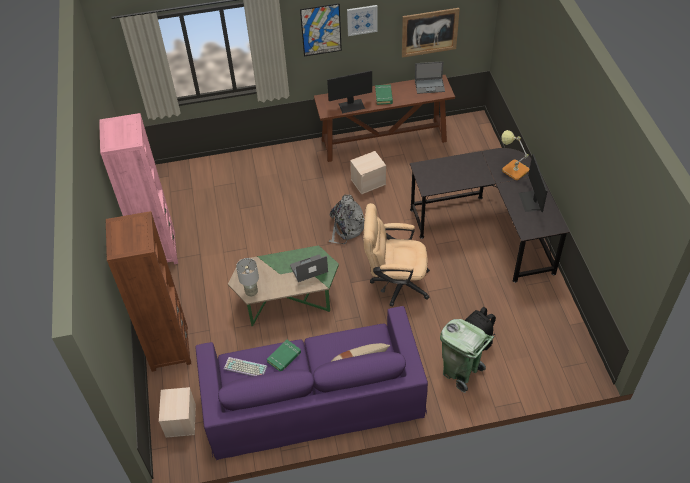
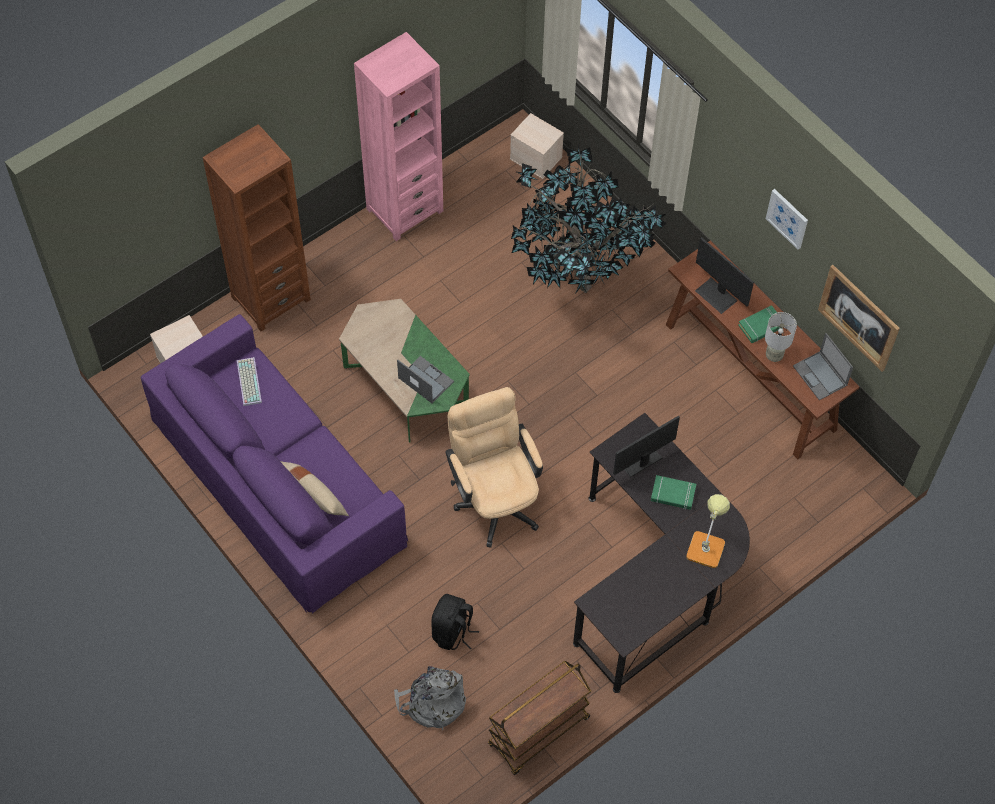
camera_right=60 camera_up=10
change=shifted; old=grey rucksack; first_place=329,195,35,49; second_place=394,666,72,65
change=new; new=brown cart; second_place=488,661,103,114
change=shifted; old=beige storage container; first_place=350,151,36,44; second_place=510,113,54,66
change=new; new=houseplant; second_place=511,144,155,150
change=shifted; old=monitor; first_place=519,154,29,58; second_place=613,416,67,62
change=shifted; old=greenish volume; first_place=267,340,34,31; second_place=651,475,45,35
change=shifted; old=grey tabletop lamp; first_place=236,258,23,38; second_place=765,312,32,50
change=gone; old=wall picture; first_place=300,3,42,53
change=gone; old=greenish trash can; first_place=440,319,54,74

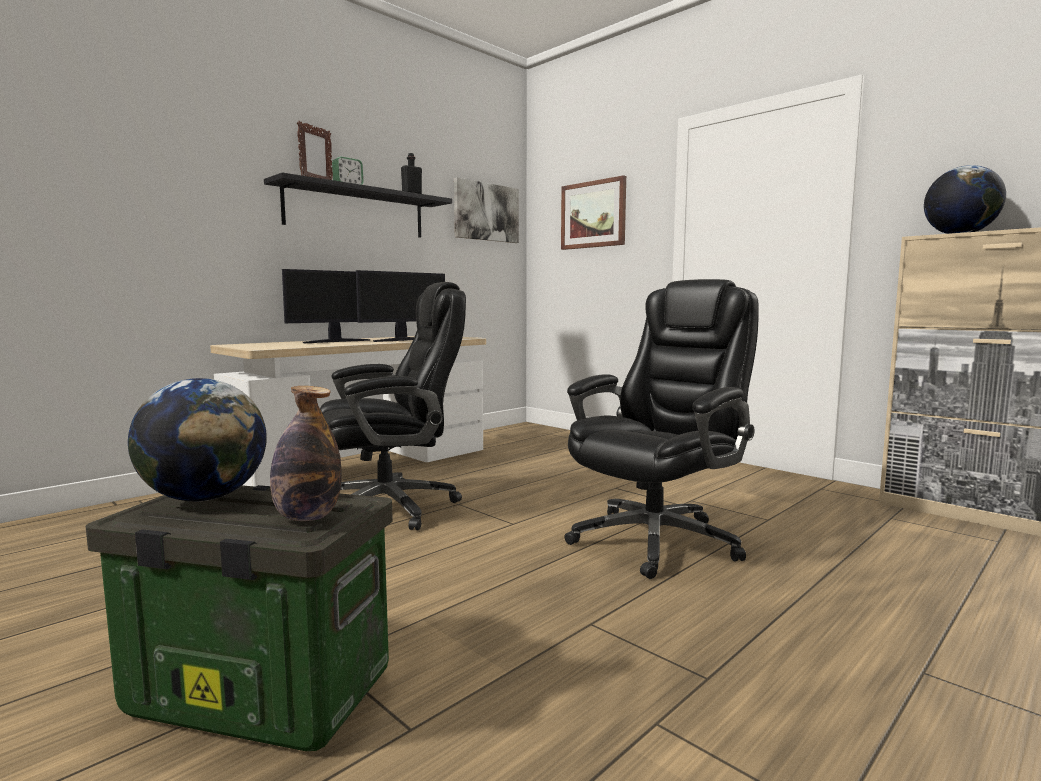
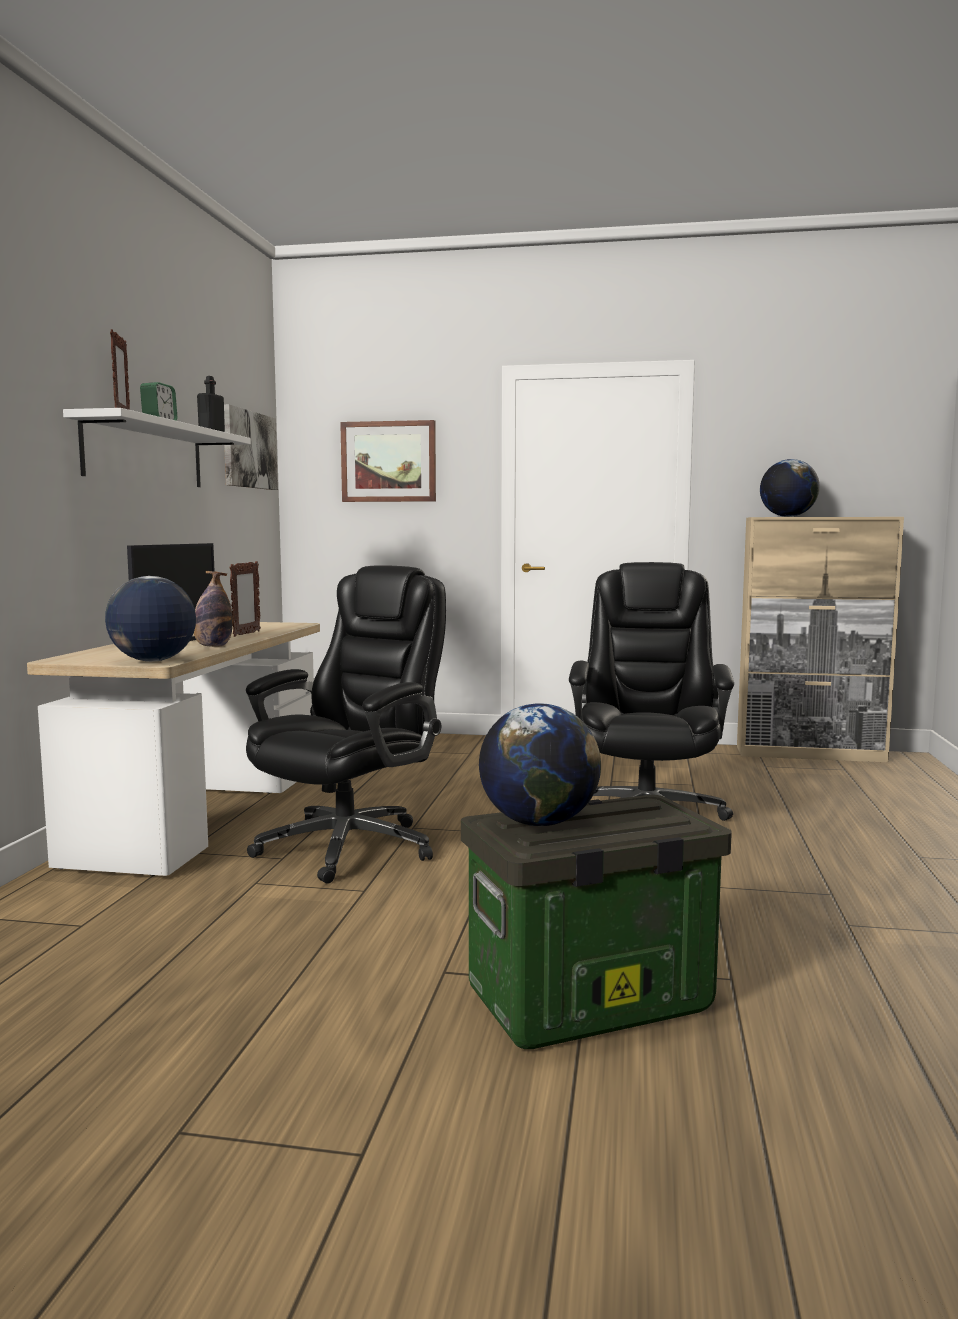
camera_right=-35 camera_up=0
change=repainted; old=black wall shelf; new=white-coloured wall shelf; first_place=264,172,188,66; second_place=63,408,188,79
change=new; new=desk globe; second_place=105,576,91,86
change=shifted; old=bottle; first_place=270,386,72,135; second_place=194,571,39,76
change=swapped; old=monitor; new=standing frame; first_place=356,270,89,72; second_place=229,561,32,76

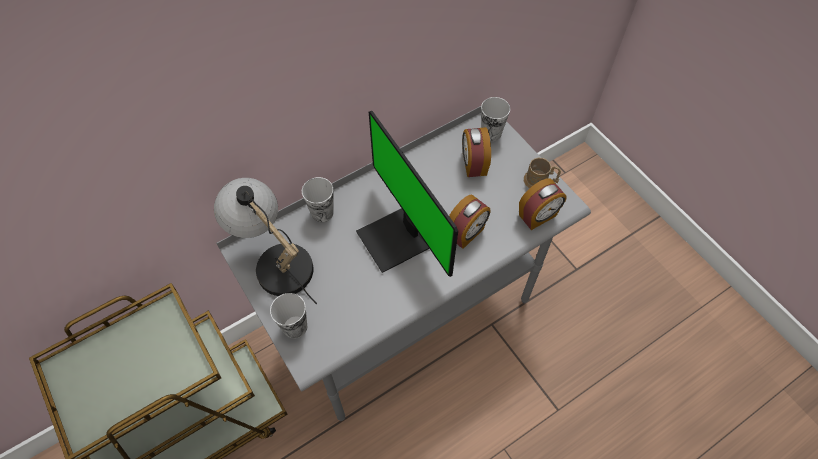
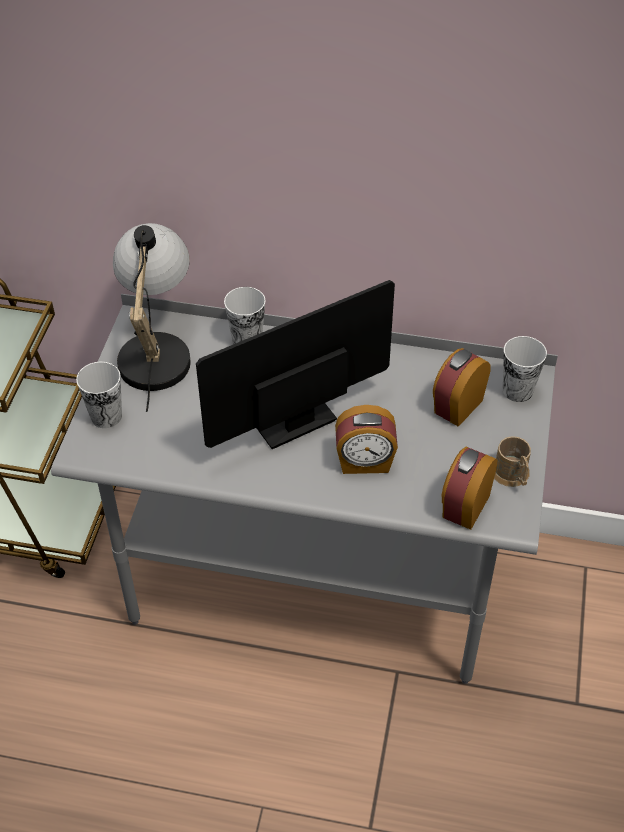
camera_right=45 camera_up=-10
change=rotated; old=monitor; first_place=356,111,102,166; second_place=196,280,199,169; degrees=45
change=rotated; old=table clock; first_place=519,178,48,52; second_place=442,447,55,83; degrees=105

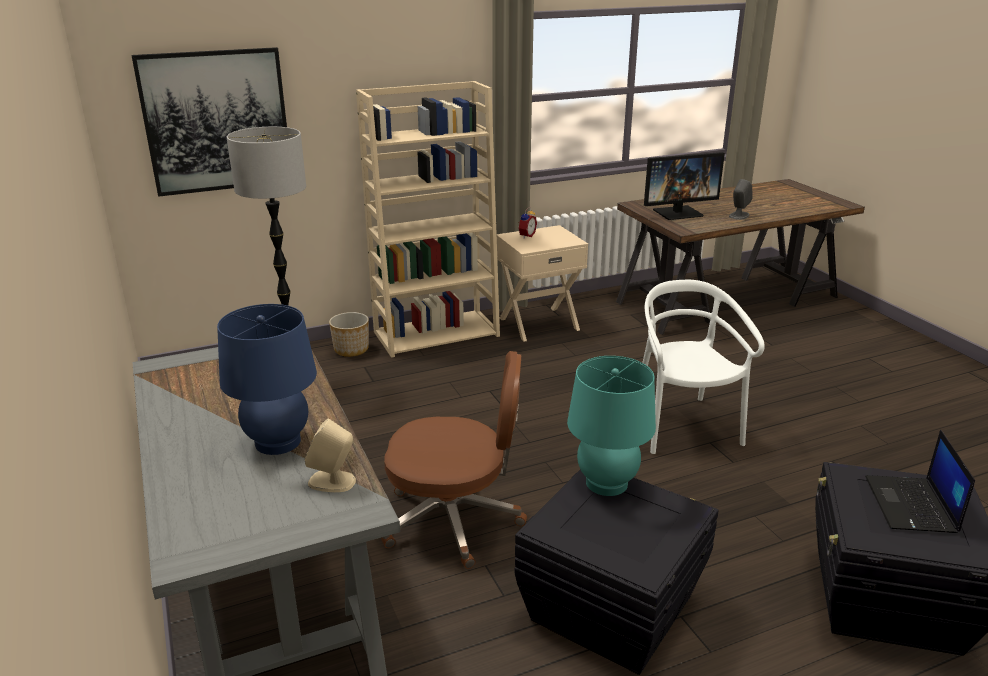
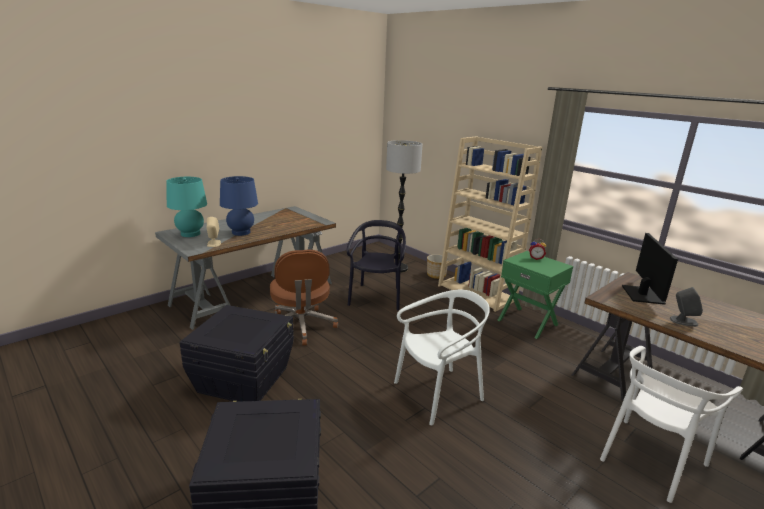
camera_right=70 camera_up=-5
change=shifted; old=turquoise-coloured tabletop lamp; first_place=567,356,89,140; second_place=166,177,41,60
change=new; new=black upright chair; second_place=347,220,59,90
change=repainted; old=beige nightstand; new=greenish nightstand; first_place=497,225,91,117; second_place=497,251,76,88
change=new; new=white-coloured upright chair; second_place=600,346,143,157
change=rotated; old=monitor; first_place=644,152,81,68; second_place=622,233,56,72; degrees=-135
change=gone; old=wall picture; first_place=131,47,156,150
change=gone; old=notebook computer; first_place=865,430,110,103

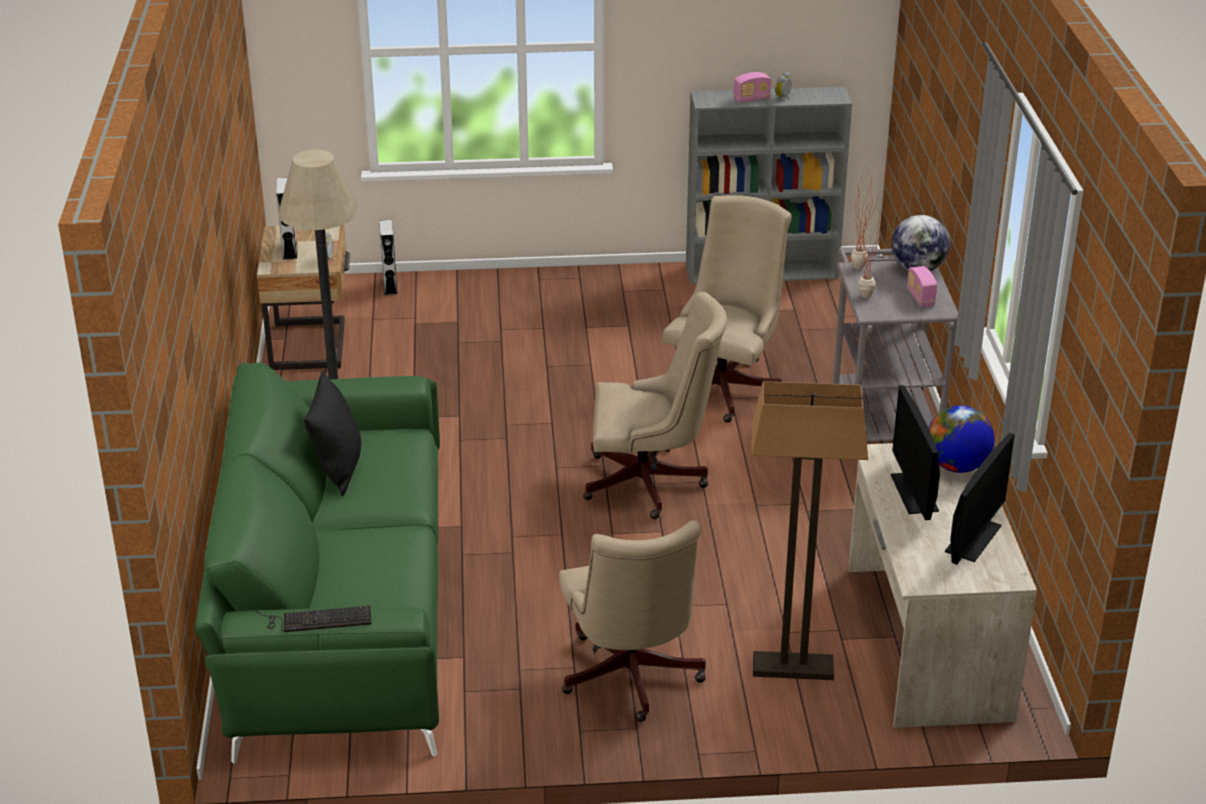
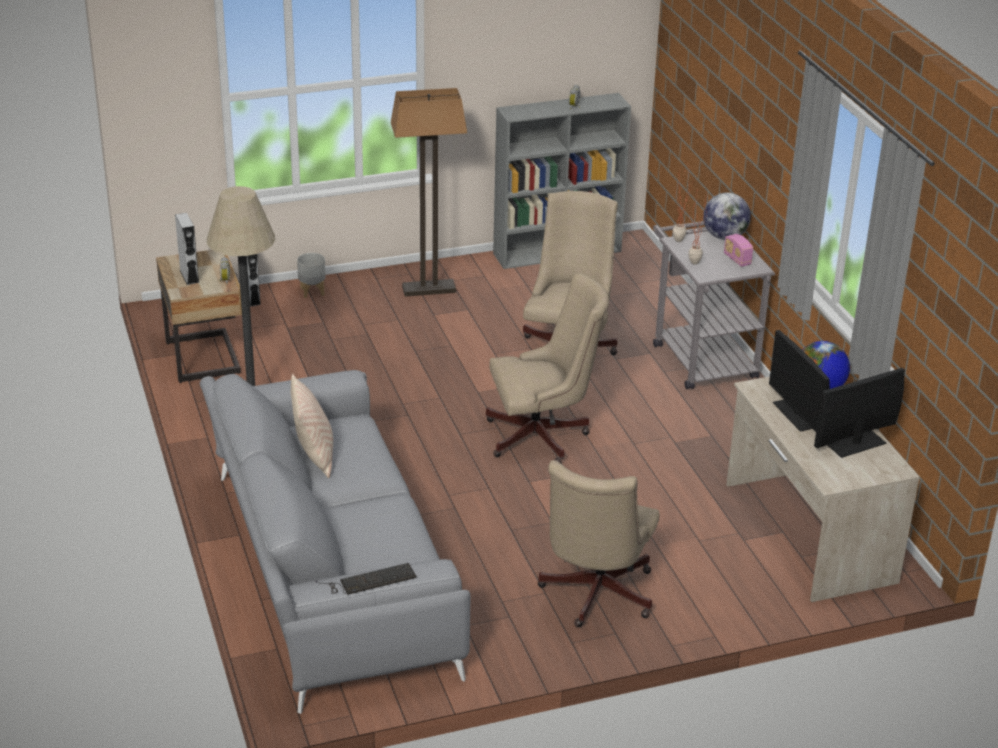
camera_right=-15 camera_up=0
change=repainted; old=greenish sofa; new=grey sofa; first_place=194,363,246,401; second_place=200,370,270,344
change=repainted; old=black pillow; new=beige pillow; first_place=304,370,57,126; second_place=291,374,42,104
change=new; new=grey flower pot; second_place=297,253,29,45
change=shifted; old=standard lamp; first_place=752,381,116,299; second_place=391,88,76,209
change=rotated; old=beige computer chair; first_place=559,520,147,202; second_place=537,460,122,167; degrees=45
change=rotated; old=monitor; first_place=945,433,70,132; second_place=814,368,91,90; degrees=-135
change=gone; old=radio receiver; first_place=733,72,38,31

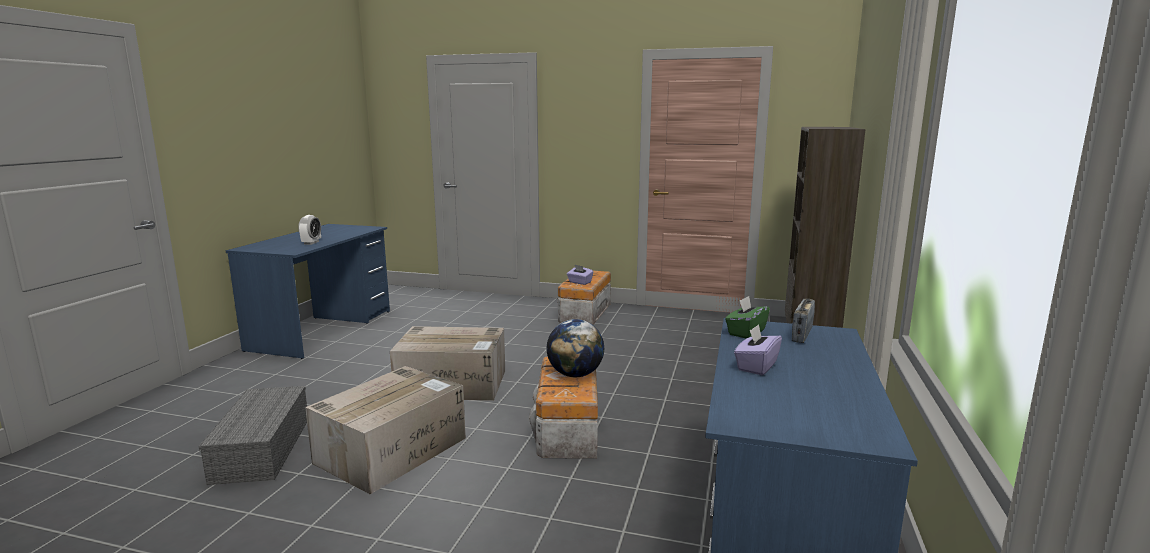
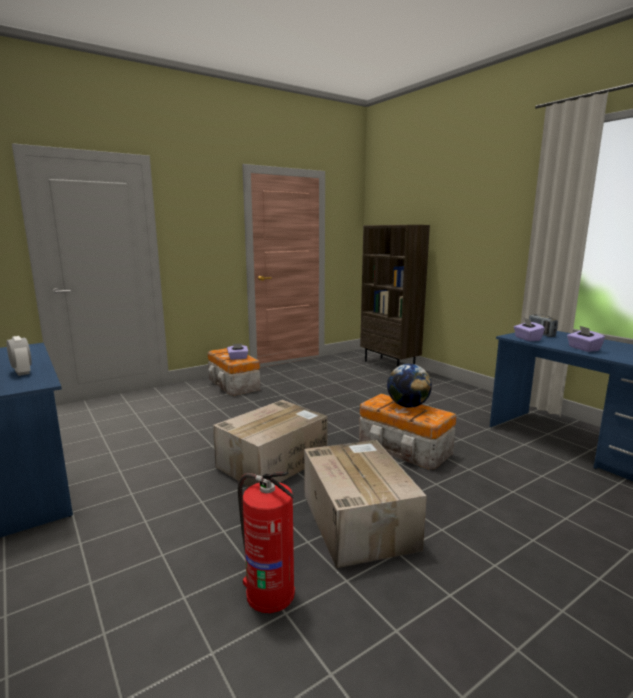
camera_right=-50 camera_up=0
change=swapped; old=grey storage container; new=fire extinguisher; first_place=198,386,109,99; second_place=238,472,57,141
change=repainted; old=greenish box of tissues; new=purple-coloured box of tissues; first_place=725,296,45,43; second_place=514,318,31,23

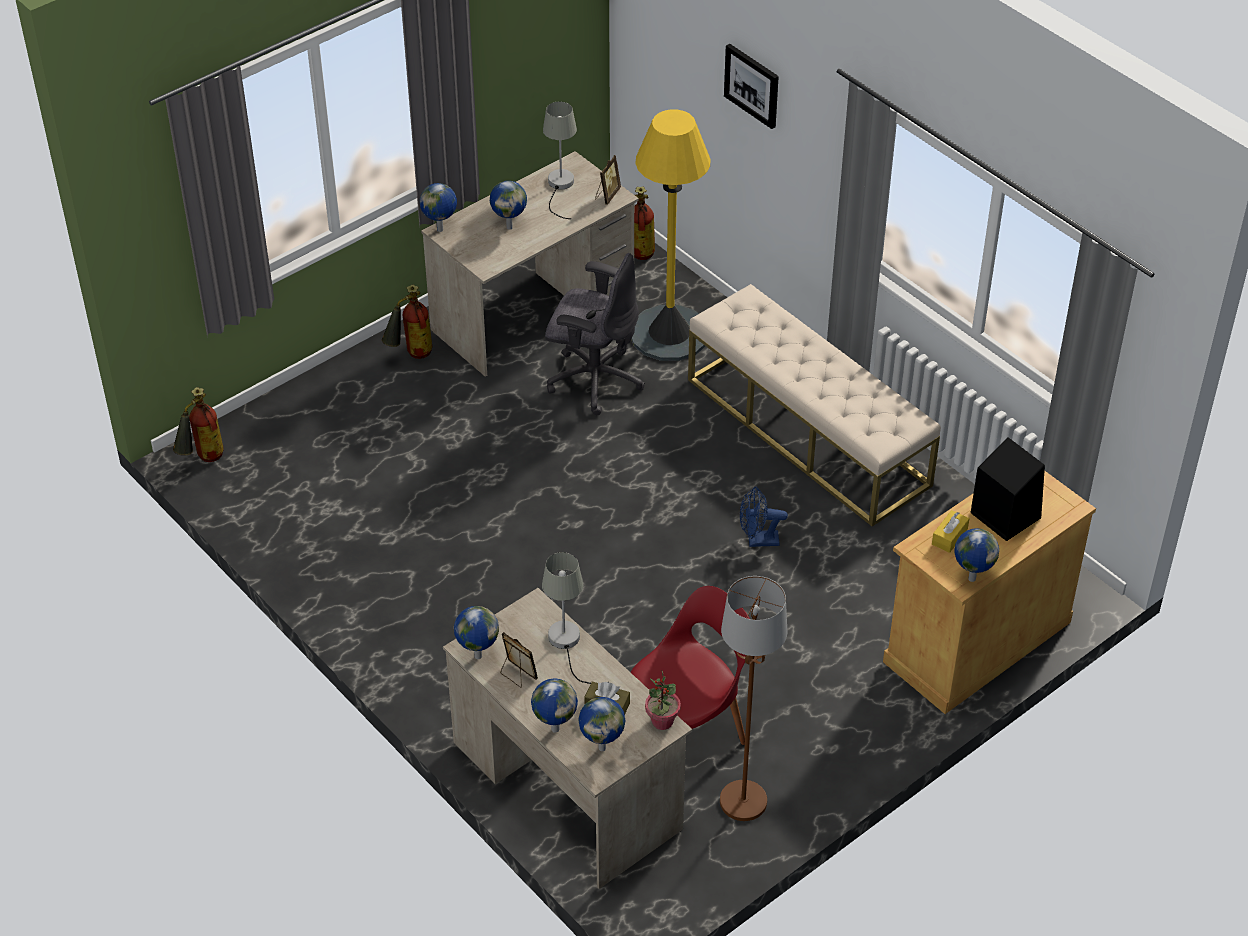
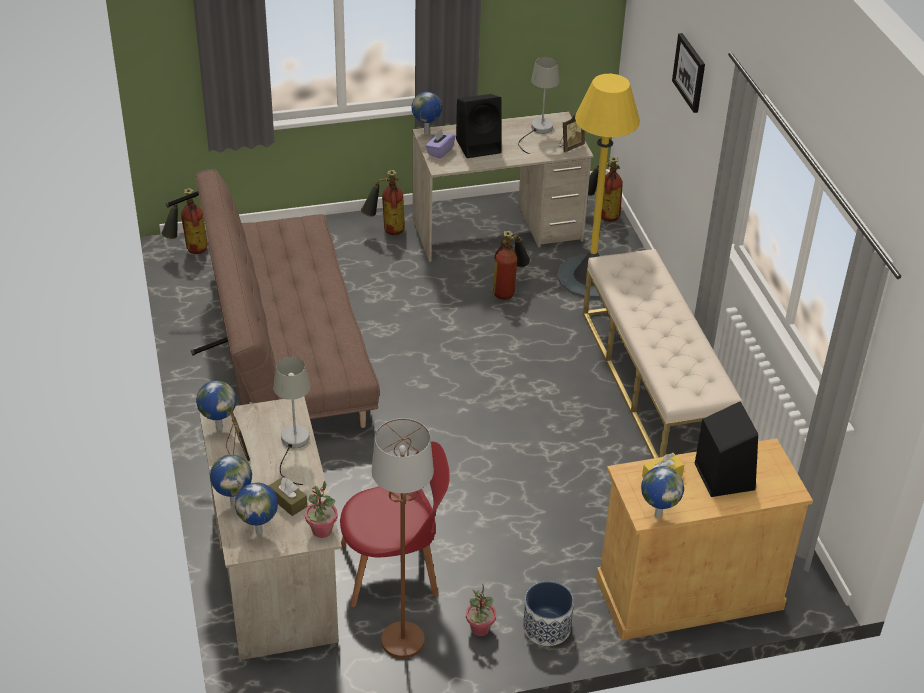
camera_right=25 camera_up=-5
change=new; new=brown sofa; second_place=165,169,215,259
change=new; new=purple-coloured box of tissues; second_place=426,129,29,30
change=swapped; old=desk globe; new=black loudspeaker; first_place=490,181,37,49; second_place=456,94,46,64
change=new; new=houseplant; second_place=466,585,30,51
change=swapped; old=grey computer chair; new=fire extinguisher; first_place=545,253,100,162; second_place=493,231,37,69
change=new; new=flower pot; second_place=523,581,51,65
change=gone; old=blue electric fan; first_place=740,487,48,60

